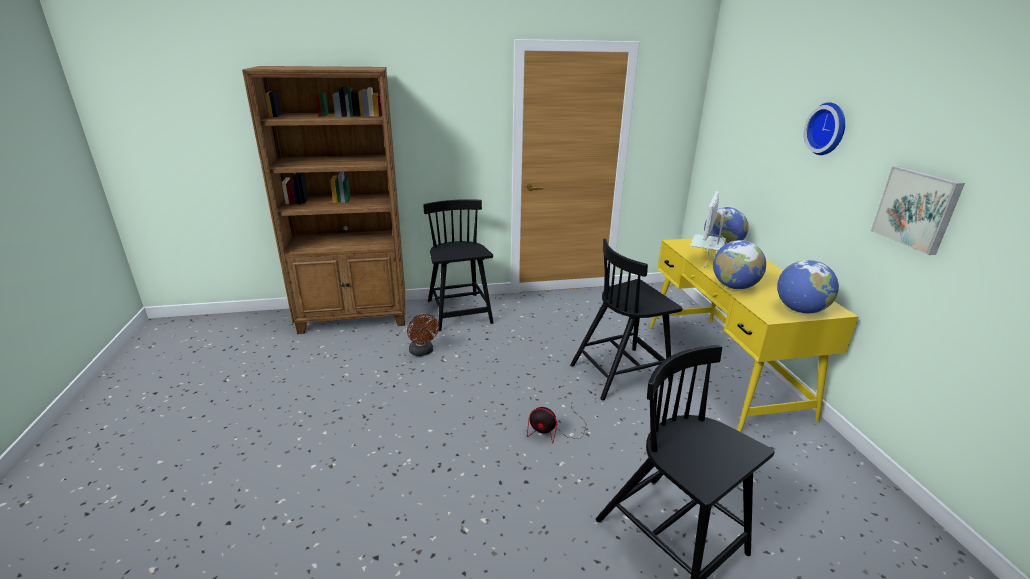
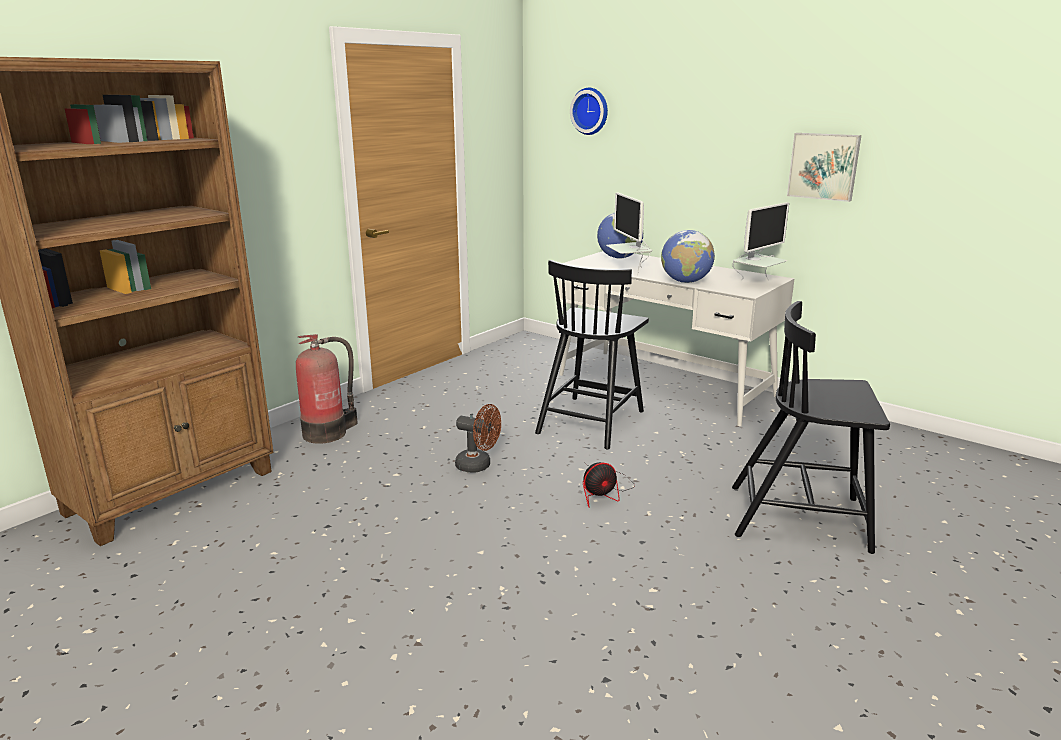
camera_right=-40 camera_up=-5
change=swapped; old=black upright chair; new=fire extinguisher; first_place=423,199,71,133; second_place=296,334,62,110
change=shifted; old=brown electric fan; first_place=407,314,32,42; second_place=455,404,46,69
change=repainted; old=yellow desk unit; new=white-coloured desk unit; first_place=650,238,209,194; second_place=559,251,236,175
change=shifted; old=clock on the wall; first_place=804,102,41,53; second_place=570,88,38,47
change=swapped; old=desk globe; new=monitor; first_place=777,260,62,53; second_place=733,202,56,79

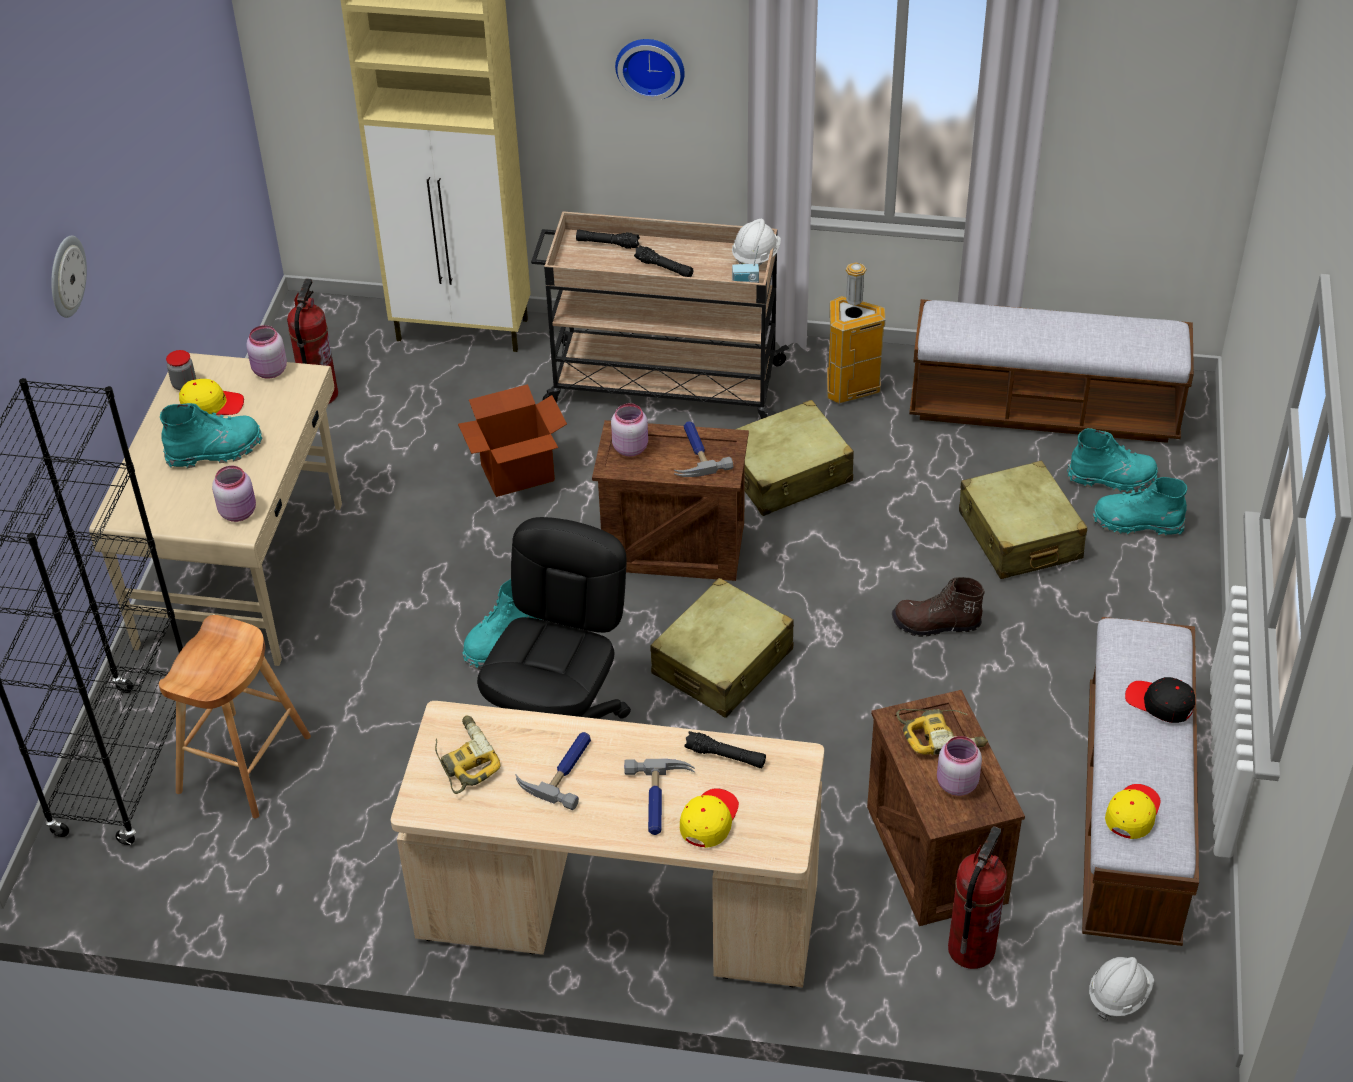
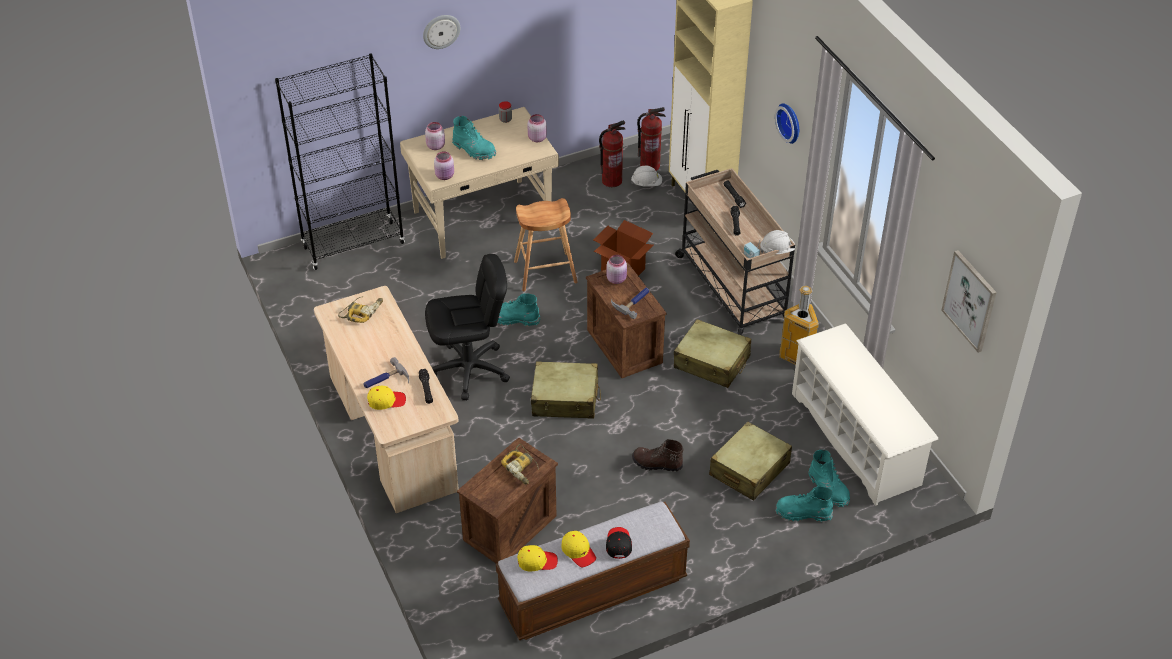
camera_right=55 camera_up=0
change=shifted; old=pink preserve jar; first_place=937,736,45,60; second_place=425,122,20,28
change=shifted; old=brown sitting stool; first_place=159,615,152,204; second_place=514,198,64,94
change=shifted; old=yellow baseball cap; first_place=179,379,65,36; second_place=561,531,35,36
change=shifted; old=white-coloured safety helmet; first_place=1089,957,65,64; second_place=631,166,31,21
change=rotated; old=brown high-top boot; first_place=892,577,93,60; second_place=632,439,51,33; degrees=-45
change=shifted; old=fire extinguisher; first_place=948,826,59,143; second_place=637,107,29,64
change=rotated; old=turquoise-coloured high-top boot; first_place=1092,477,95,60; second_place=775,486,58,36; degrees=-60
change=swapped; old=indoor bench; new=white-coloured shoe shelf; first_place=909,299,285,144; second_place=792,323,146,183
change=new; new=wall picture; second_place=941,250,56,103
change=gone; old=hammer; first_place=515,732,76,78

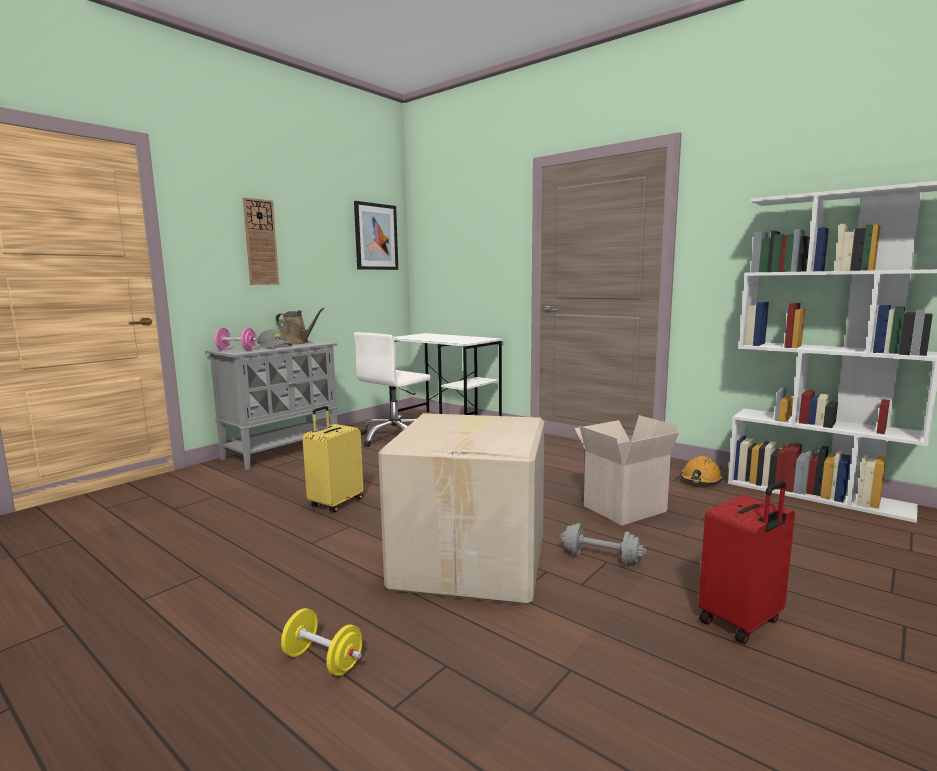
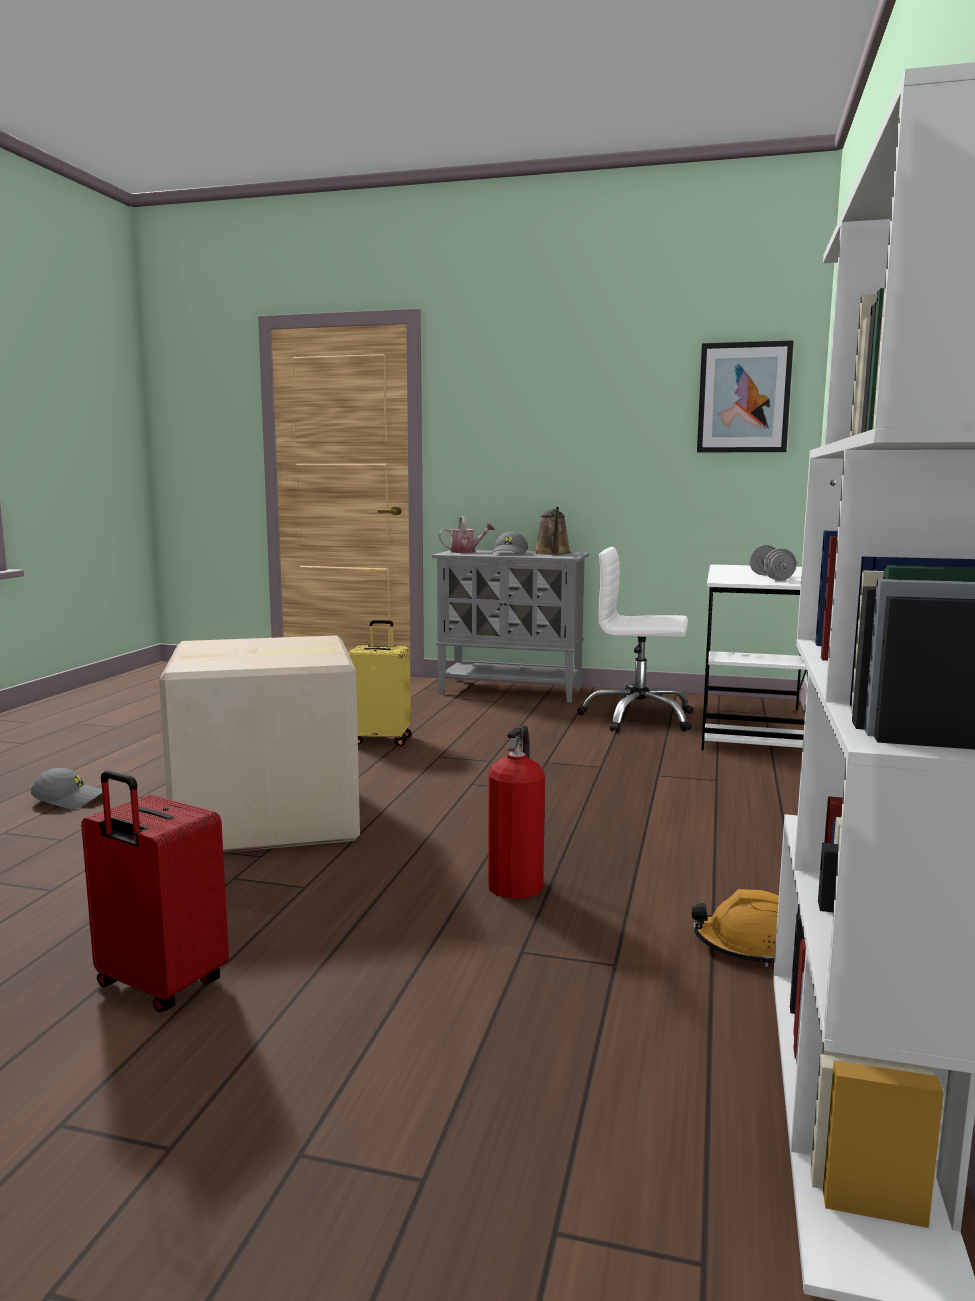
camera_right=65 camera_up=0
change=swapped; old=yellow free weight; new=grey baseball cap; first_place=281,608,81,68; second_place=30,768,72,41
change=swapped; old=pink free weight; new=sprinkling can; first_place=214,328,44,22; second_place=439,516,56,37
change=swapped; old=packing box; new=fire extinguisher; first_place=574,415,105,110; second_place=488,725,57,174
change=shifted; old=grey free weight; first_place=560,523,86,42; second_place=749,545,48,36
change=gone; old=clock on the wall; first_place=243,197,36,88

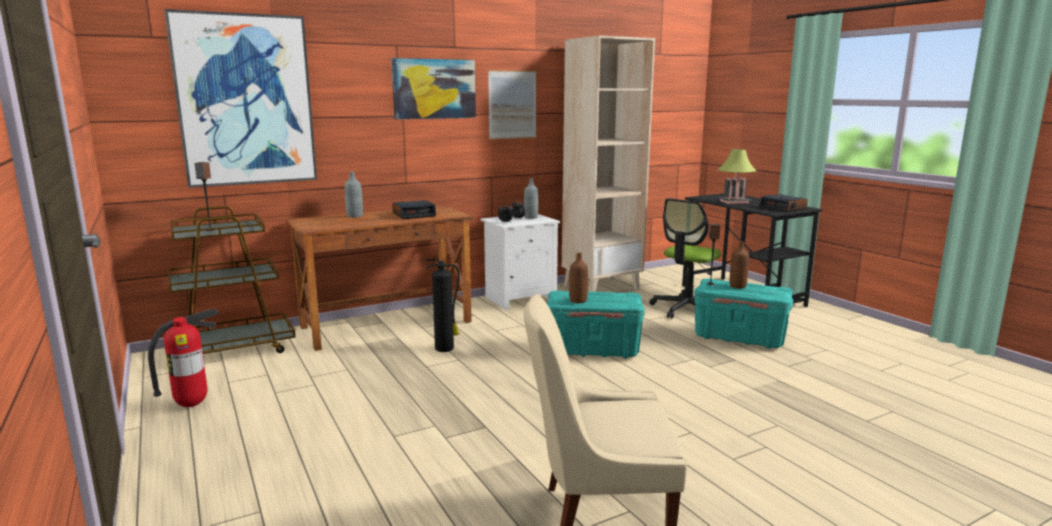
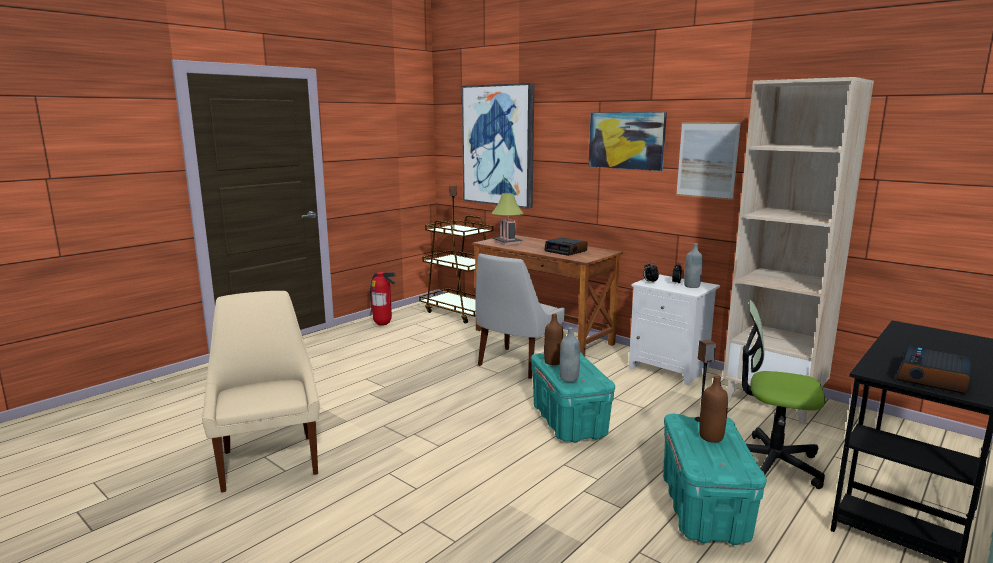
camera_right=70 camera_up=0
change=swapped; old=fire extinguisher; new=white-coloured upright chair; first_place=426,259,34,93; second_place=476,253,89,126
change=shifted; old=tabletop lamp; first_place=718,149,38,55; second_place=492,193,31,52
change=shifted; old=grey bottle; first_place=345,172,18,46; second_place=560,327,20,55

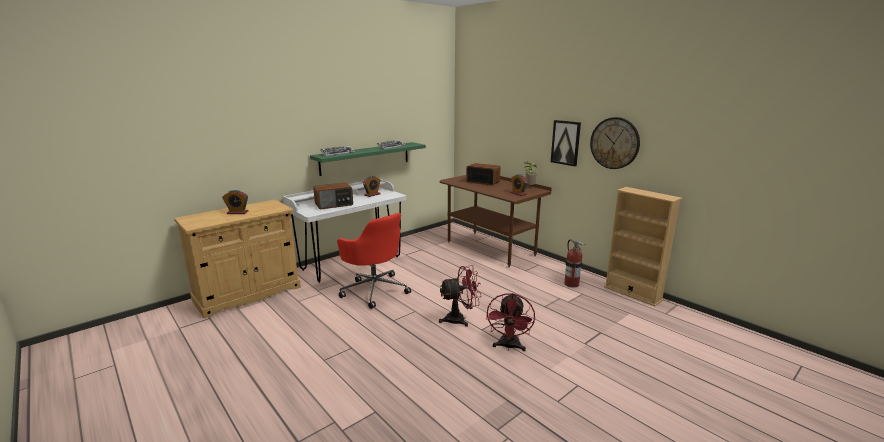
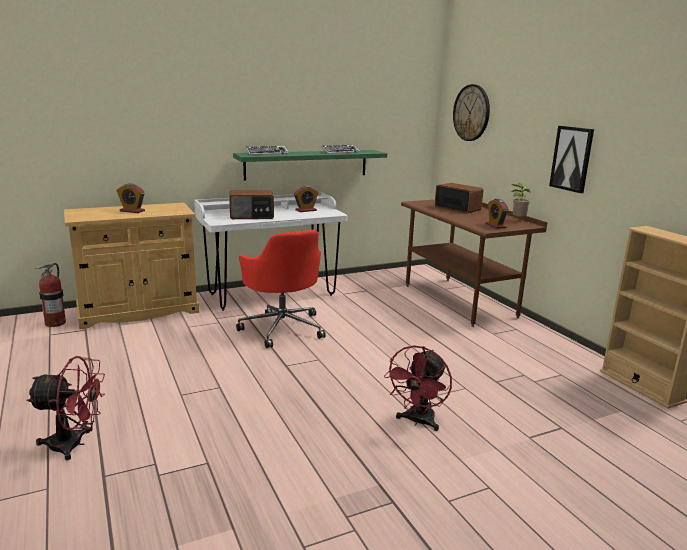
camera_right=15 camera_up=0
change=shifted; old=red-coloured electric fan; first_place=439,265,42,62; second_place=27,356,78,104
change=shifted; old=fire extinguisher; first_place=564,239,21,49; second_place=35,263,31,64
change=shifted; old=clock on the wall; first_place=590,117,50,52; second_place=453,84,37,57

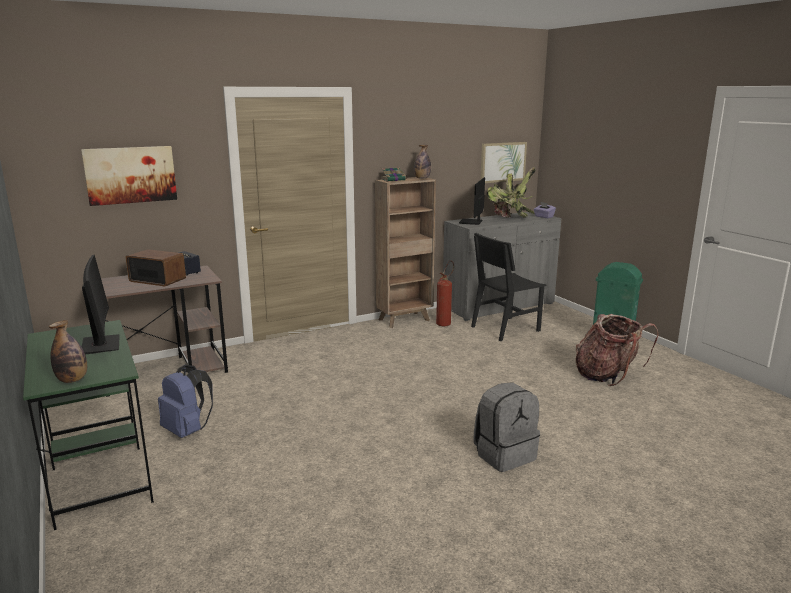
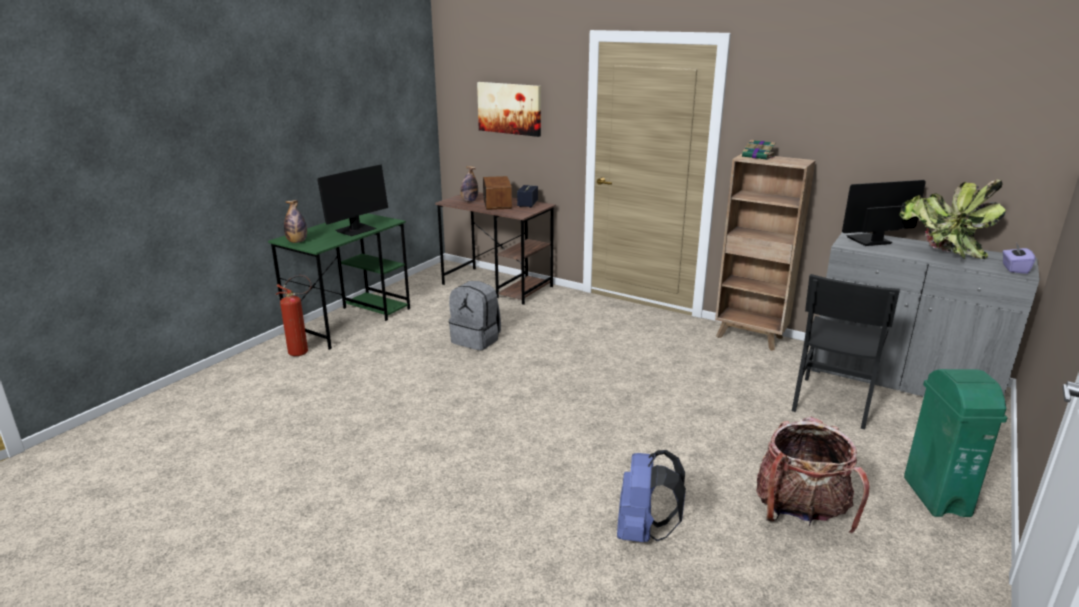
camera_right=60 camera_up=5
change=shifted; old=fire extinguisher; first_place=436,261,18,65; second_place=275,275,37,81
change=shifted; old=grey rucksack; first_place=473,382,67,90; second_place=449,281,52,70
change=shifted; old=bottle; first_place=414,145,17,34; second_place=460,166,18,36
change=shifted; old=blue rucksack; first_place=158,365,55,73; second_place=617,450,69,92
change=rotated; old=black upright chair; first_place=471,233,75,108; second_place=792,274,108,156; degrees=-90
change=gone; old=wall picture; first_place=480,142,47,41

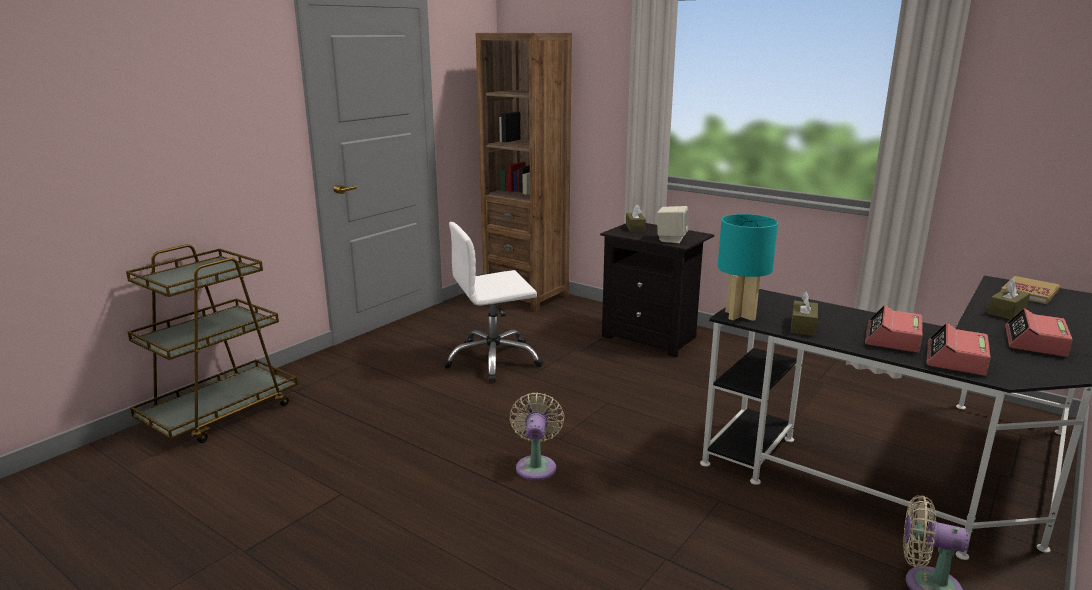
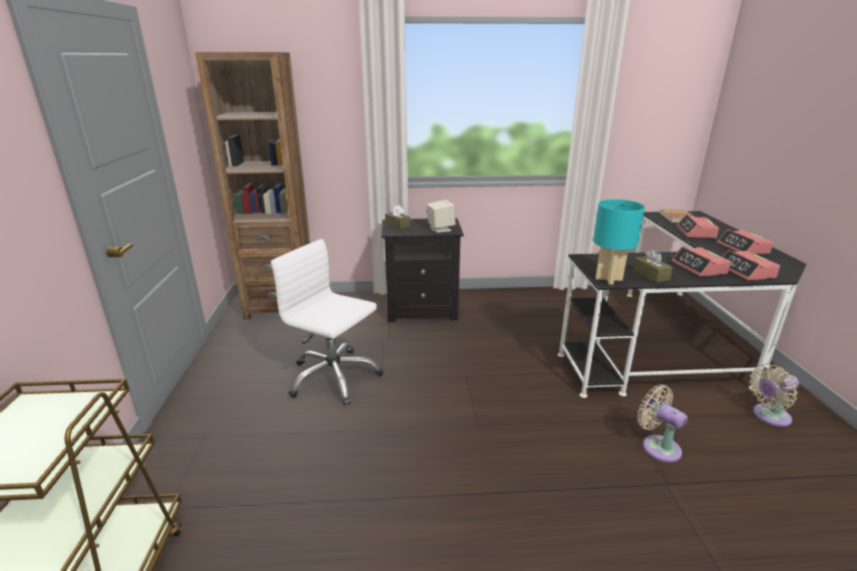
camera_right=-40 camera_up=5
change=rotated; old=white-coloured computer chair; first_place=443,222,100,160; second_place=271,239,112,166; degrees=90
change=shifted; old=beige electric fan; first_place=510,392,55,89; second_place=637,385,51,78
change=swapped; old=brown box of tissues; new=table clock; first_place=988,278,42,42; second_place=677,214,42,24

